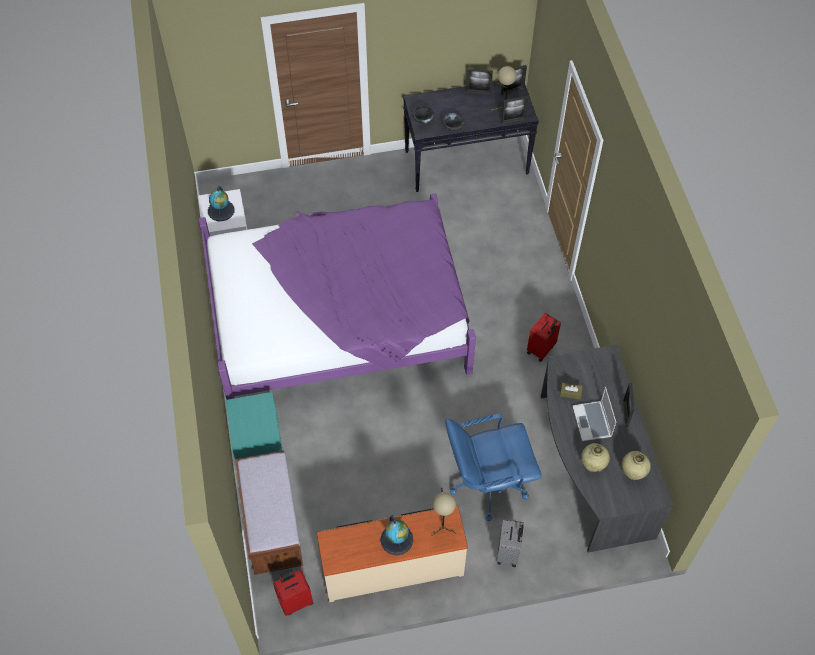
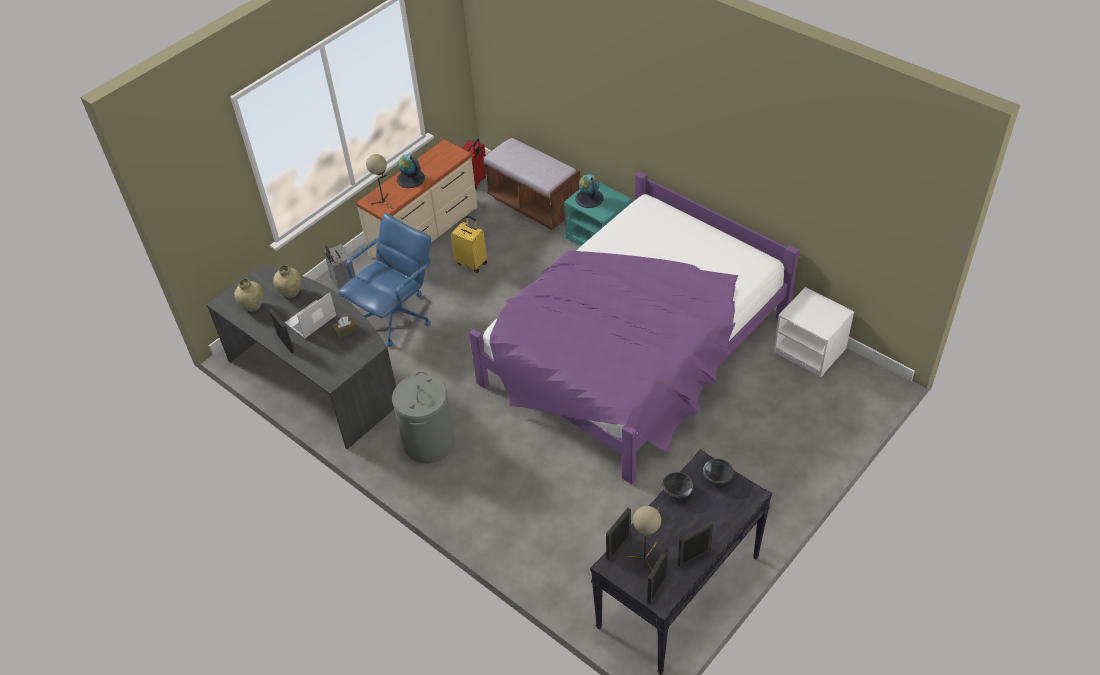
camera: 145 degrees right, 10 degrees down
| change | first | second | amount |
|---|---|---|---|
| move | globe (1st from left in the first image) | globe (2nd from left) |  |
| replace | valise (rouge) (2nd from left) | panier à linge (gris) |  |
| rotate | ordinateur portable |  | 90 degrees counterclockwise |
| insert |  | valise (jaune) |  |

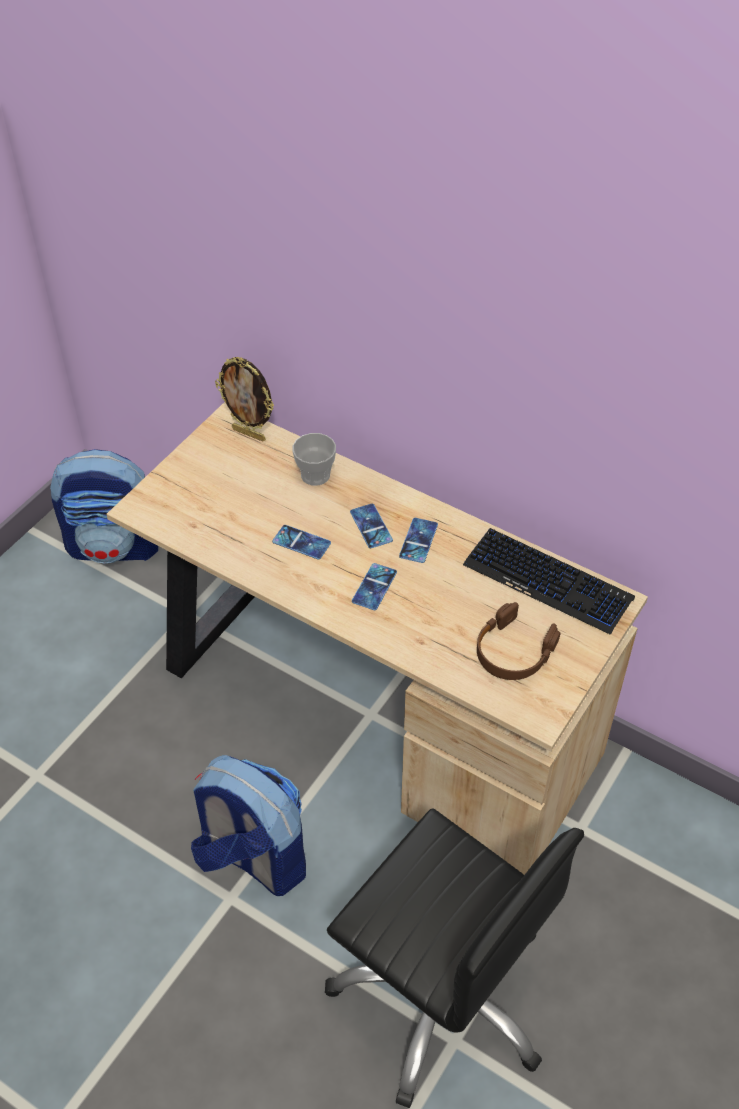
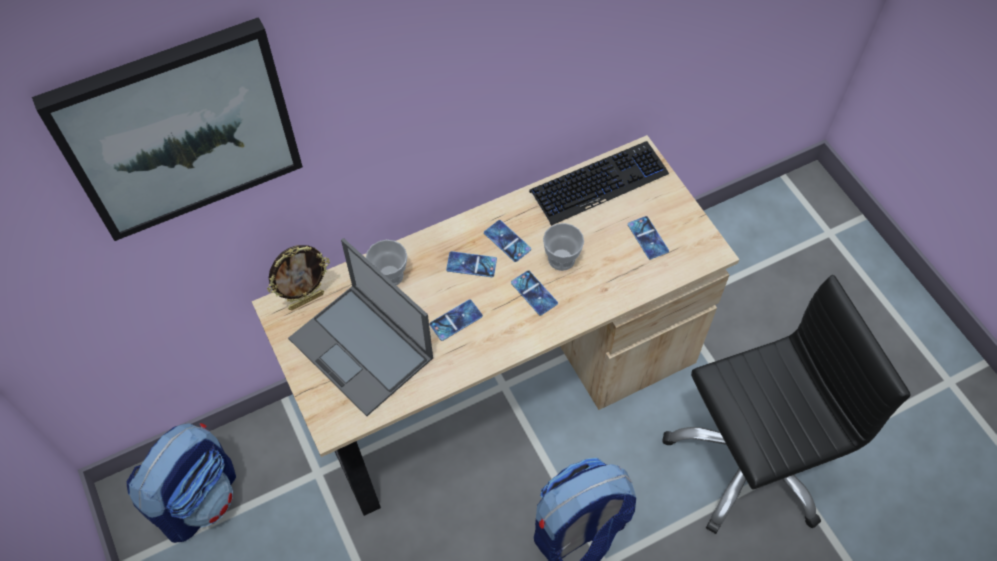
camera: 60 degrees left, 10 degrees up
| change | first | second | amount |
|---|---|---|---|
| replace | casque audio (marron) | téléphone (5th from left) |  |
| insert |  | tableau |  |
| insert |  | ordinateur portable |  |
| insert |  | tasse (2nd from left) |  |

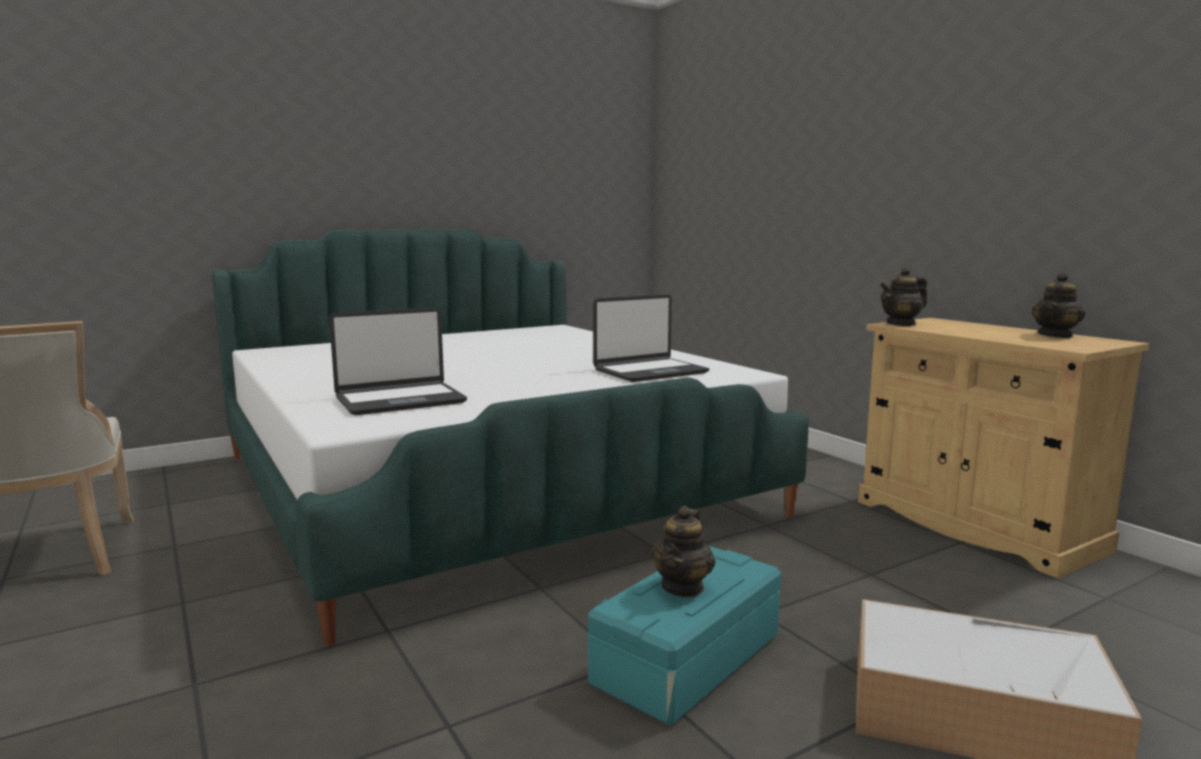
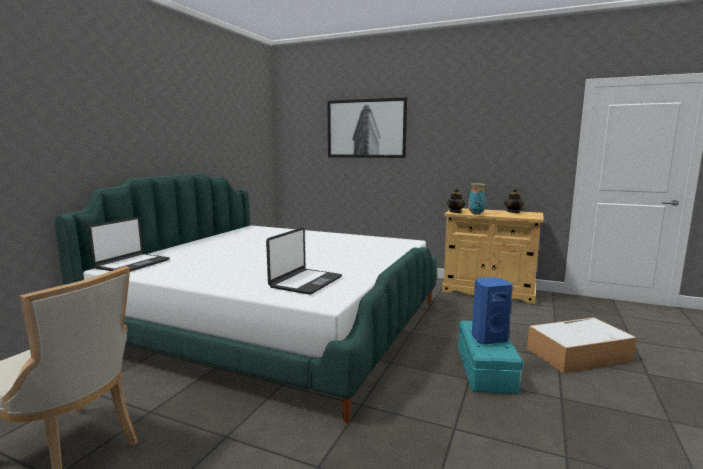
camera: 35 degrees left, 0 degrees up
| change | first | second | amount |
|---|---|---|---|
| move | ordinateur portable (2nd from left in the first image) | ordinateur portable (1st from left) |  |
| replace | théière (1st from left) | enceinte (bleu) |  |
| insert |  | tableau |  |
| insert |  | vase |  |

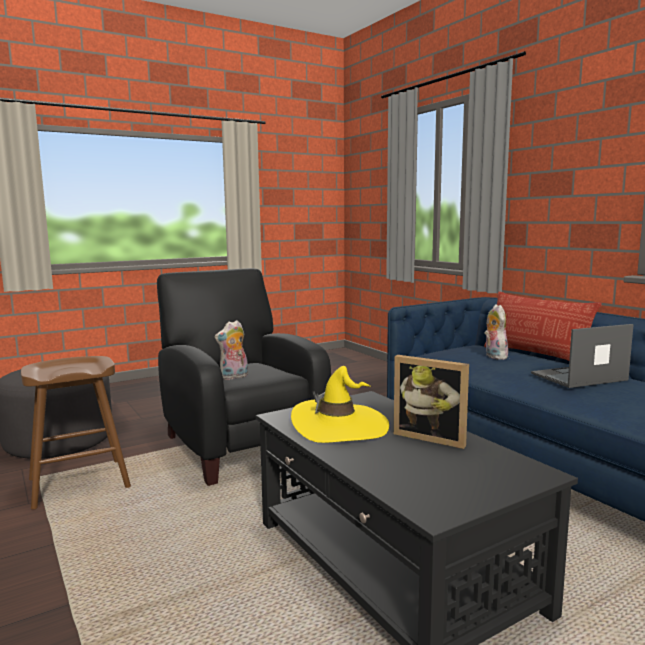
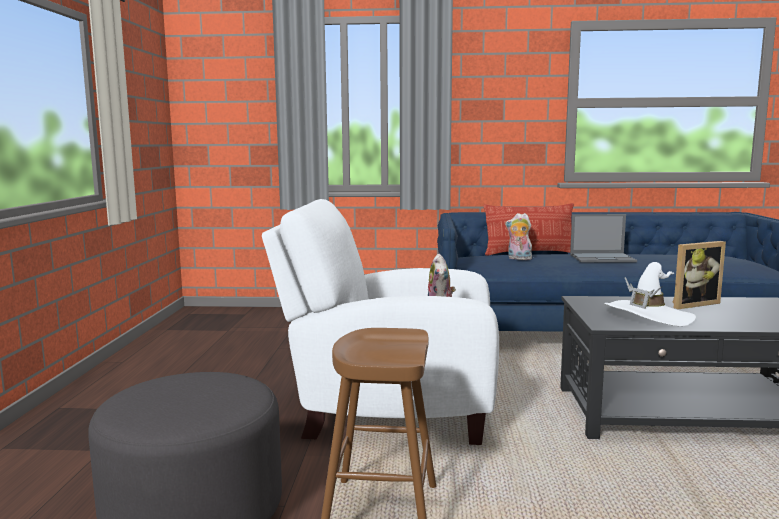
camera: 55 degrees left, 0 degrees up
| change | first | second | amount |
|---|---|---|---|
| recolor | fauteuil (noir) | fauteuil (blanc) |  |
| recolor | chapeau (jaune) | chapeau (blanc) |  |
| rotate | ordinateur portable |  | 105 degrees counterclockwise |

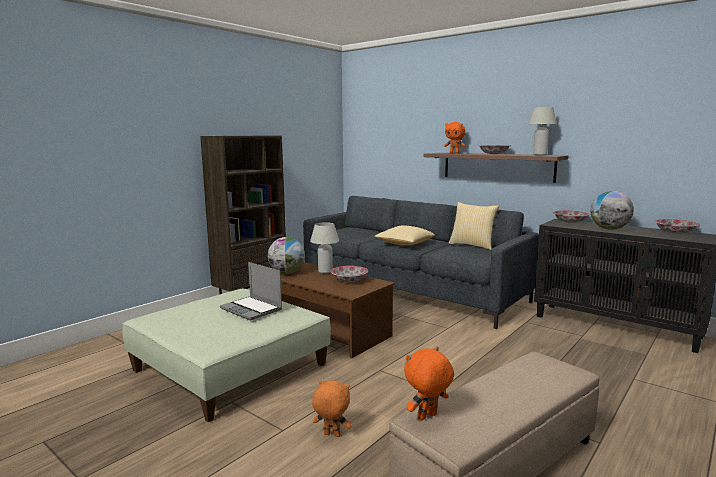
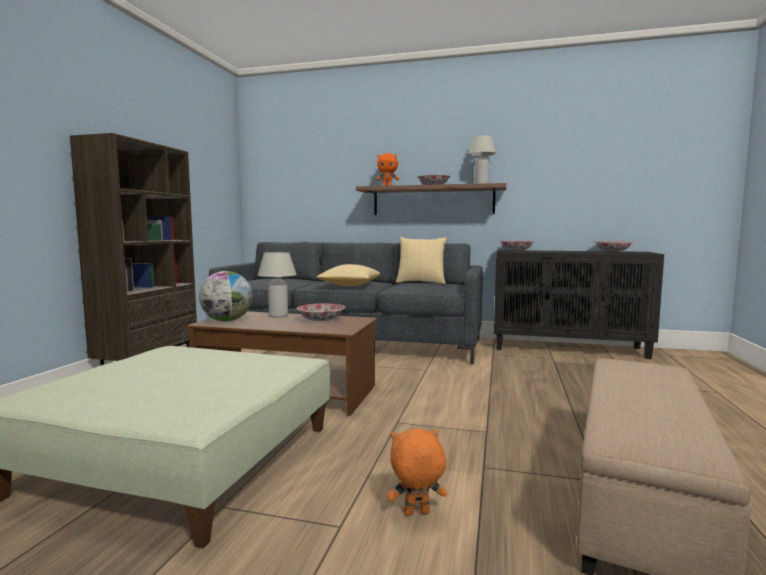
camera: 25 degrees left, 5 degrees down
| change | first | second | amount |
|---|---|---|---|
| delete | ordinateur portable |  |  |
| delete | peluche (orange) (2nd from left) |  |  |
| delete | globe (2nd from left) |  |  |

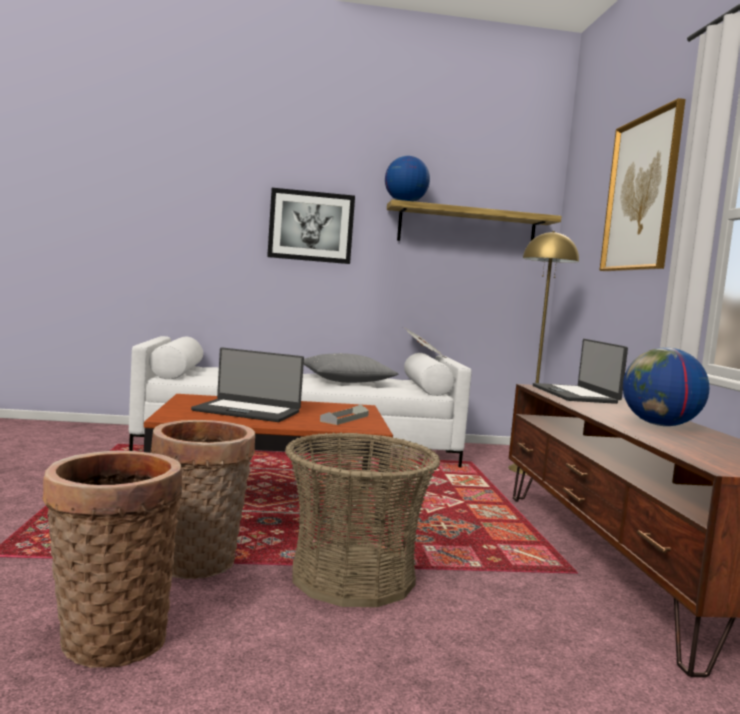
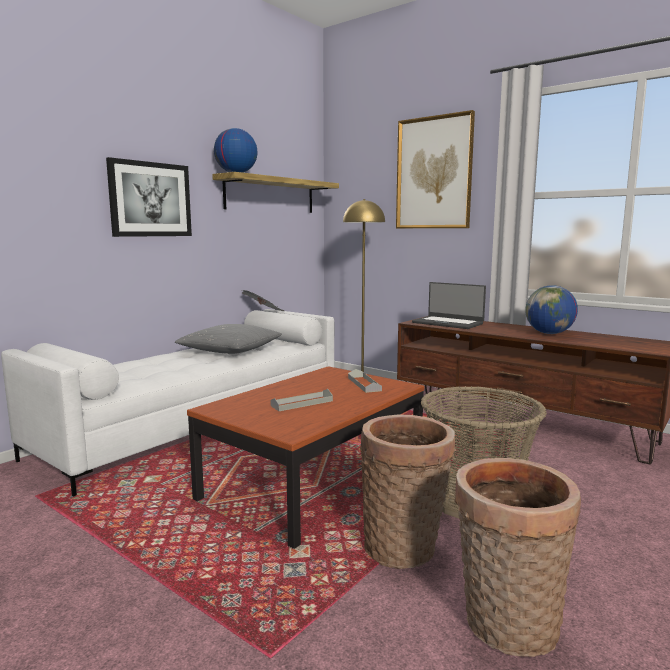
camera: 45 degrees left, 5 degrees up
| change | first | second | amount |
|---|---|---|---|
| replace | ordinateur portable (1st from left) | plateau (gris) (1st from left) |  |

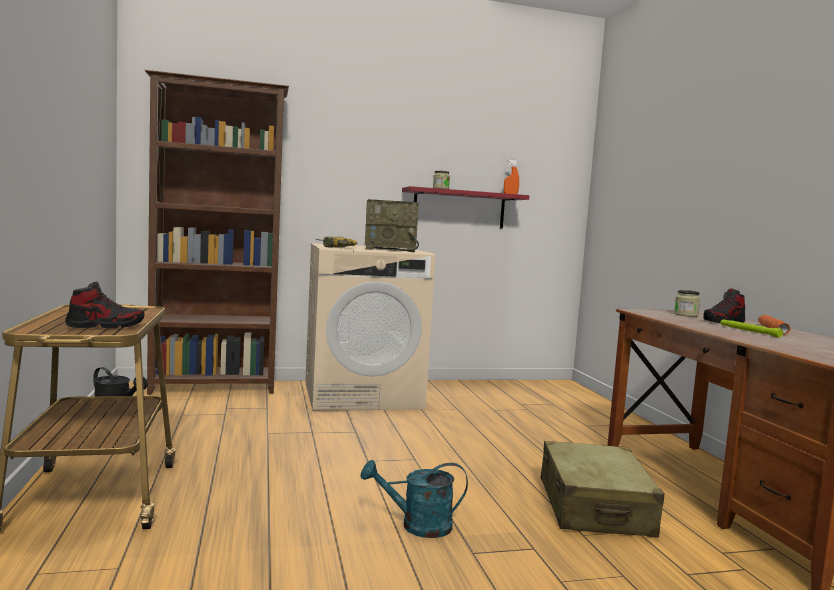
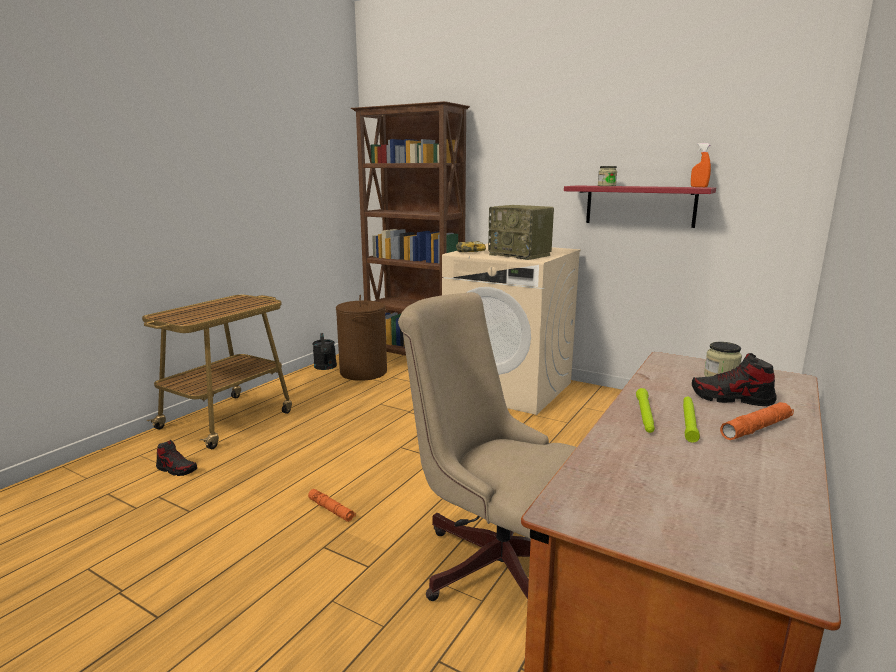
camera: 45 degrees right, 10 degrees up
| change | first | second | amount |
|---|---|---|---|
| move | chaussure (1st from left) |  |  |
| replace | arrosoir (turquoise) | lampe de poche (orange) (1st from left) |  |
| replace | valise (beige) | chaise de bureau (beige) |  |
| insert |  | panier à linge (marron) |  |
| insert |  | lampe de poche (vert) (1st from left) |  |

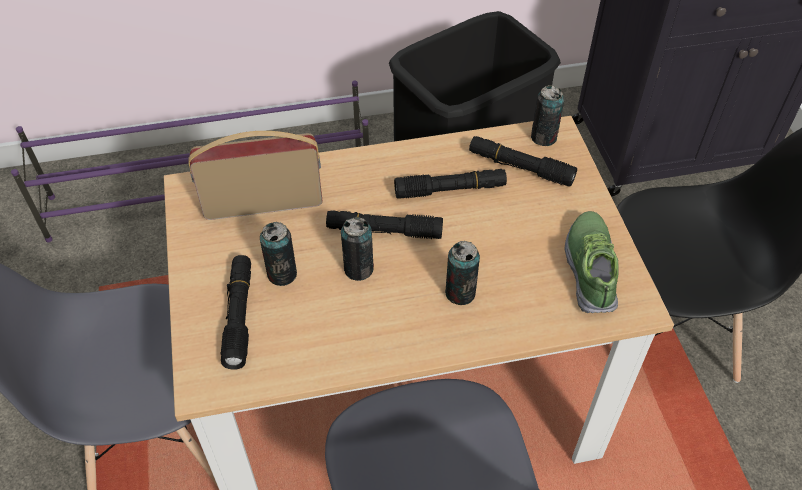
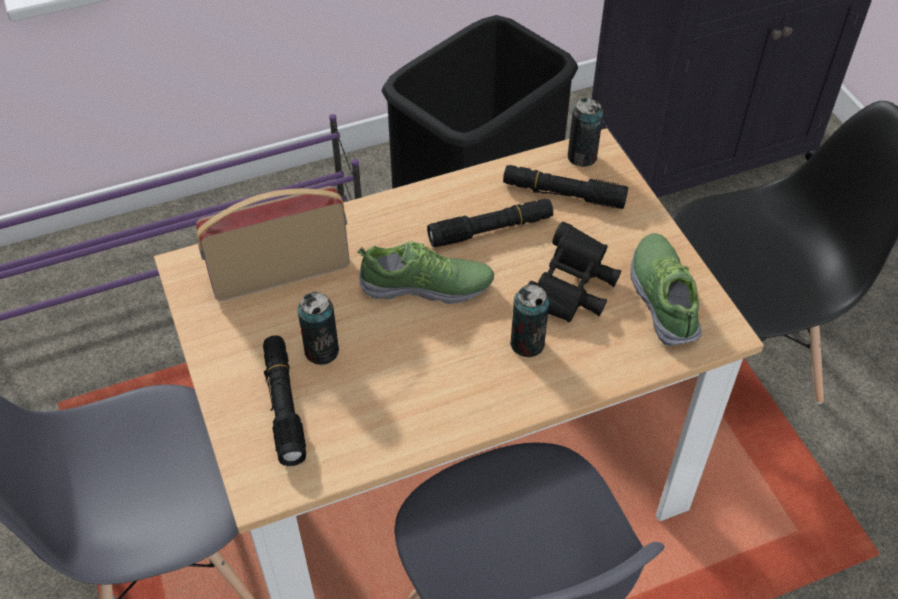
camera: 10 degrees left, 0 degrees up
| change | first | second | amount |
|---|---|---|---|
| replace | lampe de poche (noir) (2nd from left) | chaussure (1st from left) |  |
| delete | boîte métallique (2nd from left) |  |  |
| insert |  | jumelles (noir) |  |

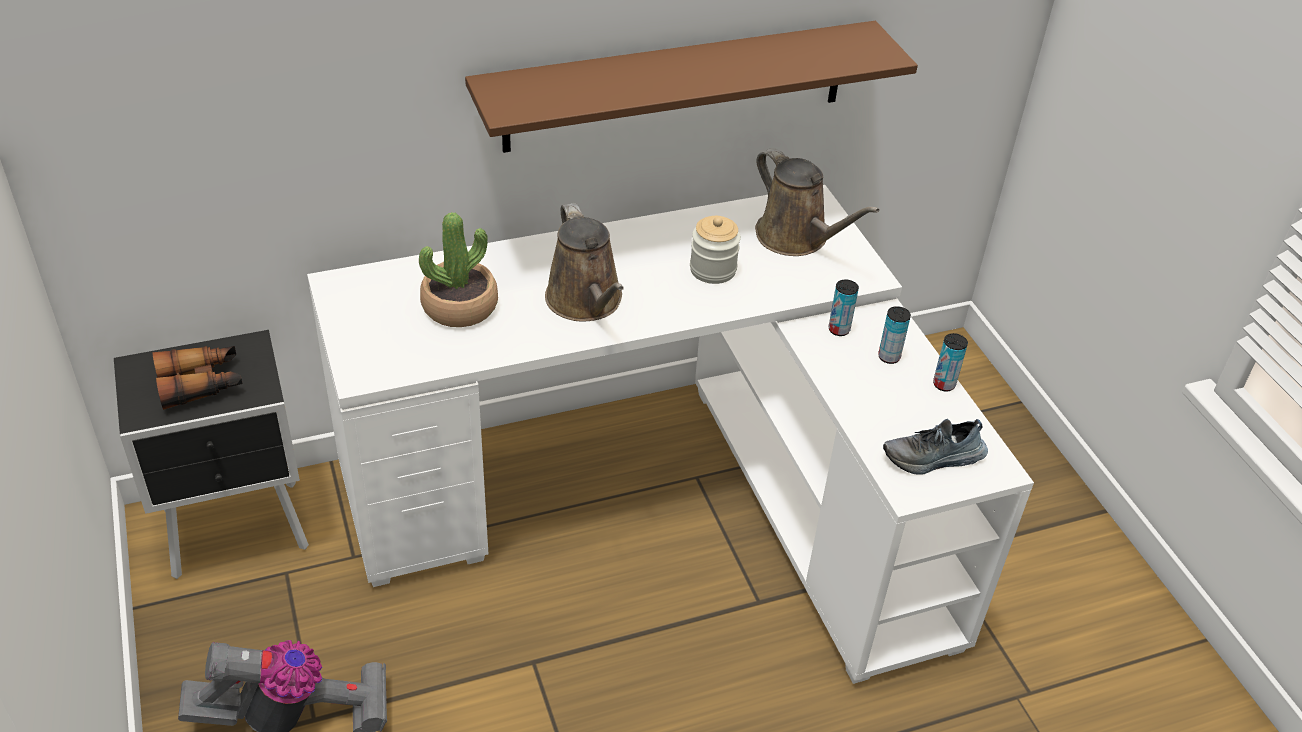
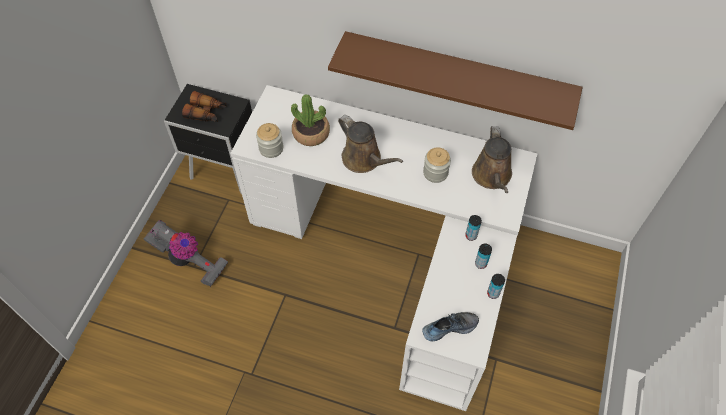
camera: 40 degrees right, 15 degrees up
| change | first | second | amount |
|---|---|---|---|
| rotate | arrosoir (marron) (1st from left) |  | 60 degrees counterclockwise |
| rotate | chaussure |  | 135 degrees clockwise |
| insert |  | bocal (1st from left) |  |

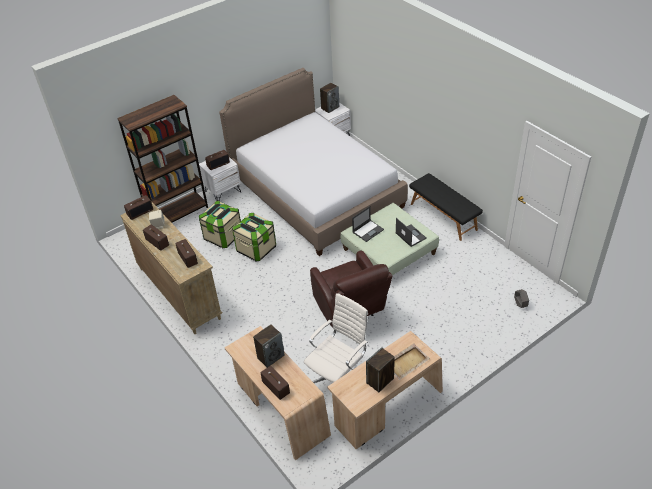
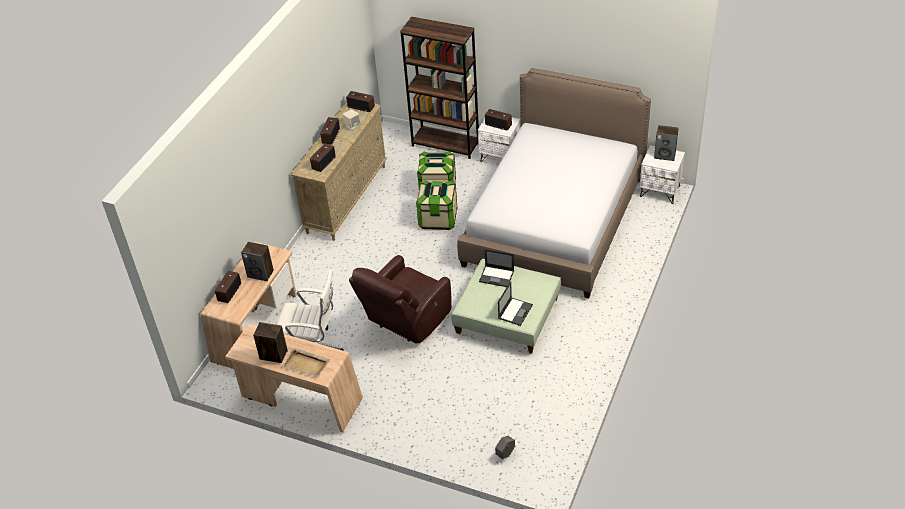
camera: 60 degrees right, 0 degrees up
| change | first | second | amount |
|---|---|---|---|
| delete | banc (noir) |  |  |

